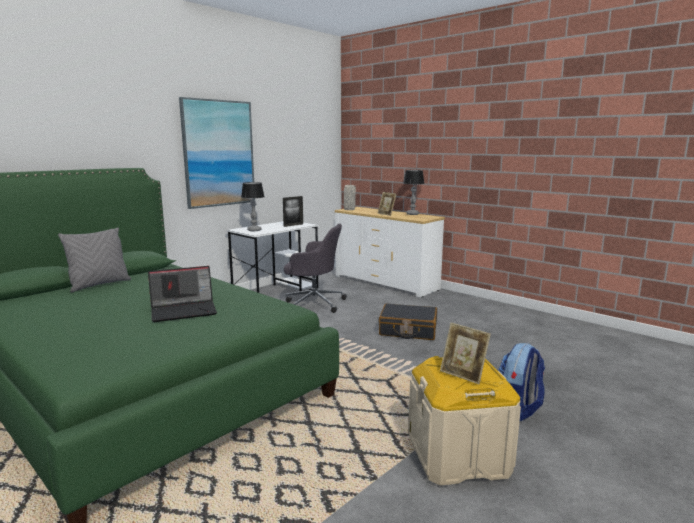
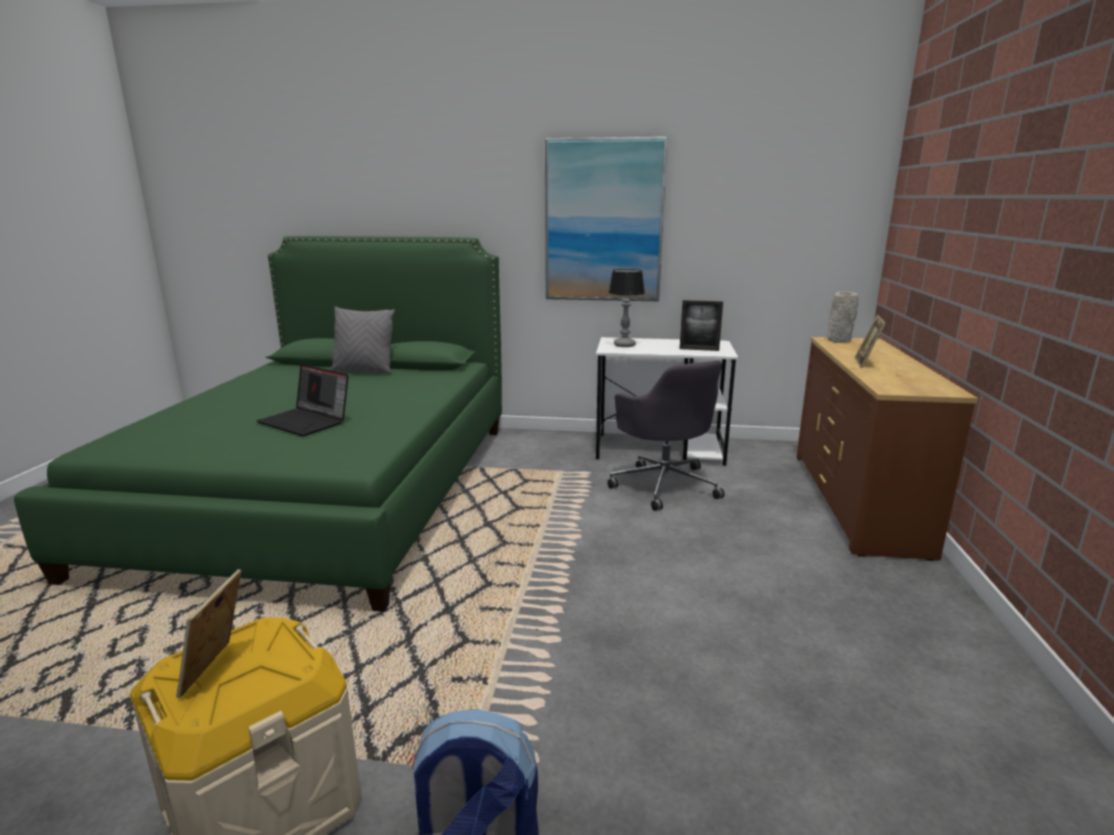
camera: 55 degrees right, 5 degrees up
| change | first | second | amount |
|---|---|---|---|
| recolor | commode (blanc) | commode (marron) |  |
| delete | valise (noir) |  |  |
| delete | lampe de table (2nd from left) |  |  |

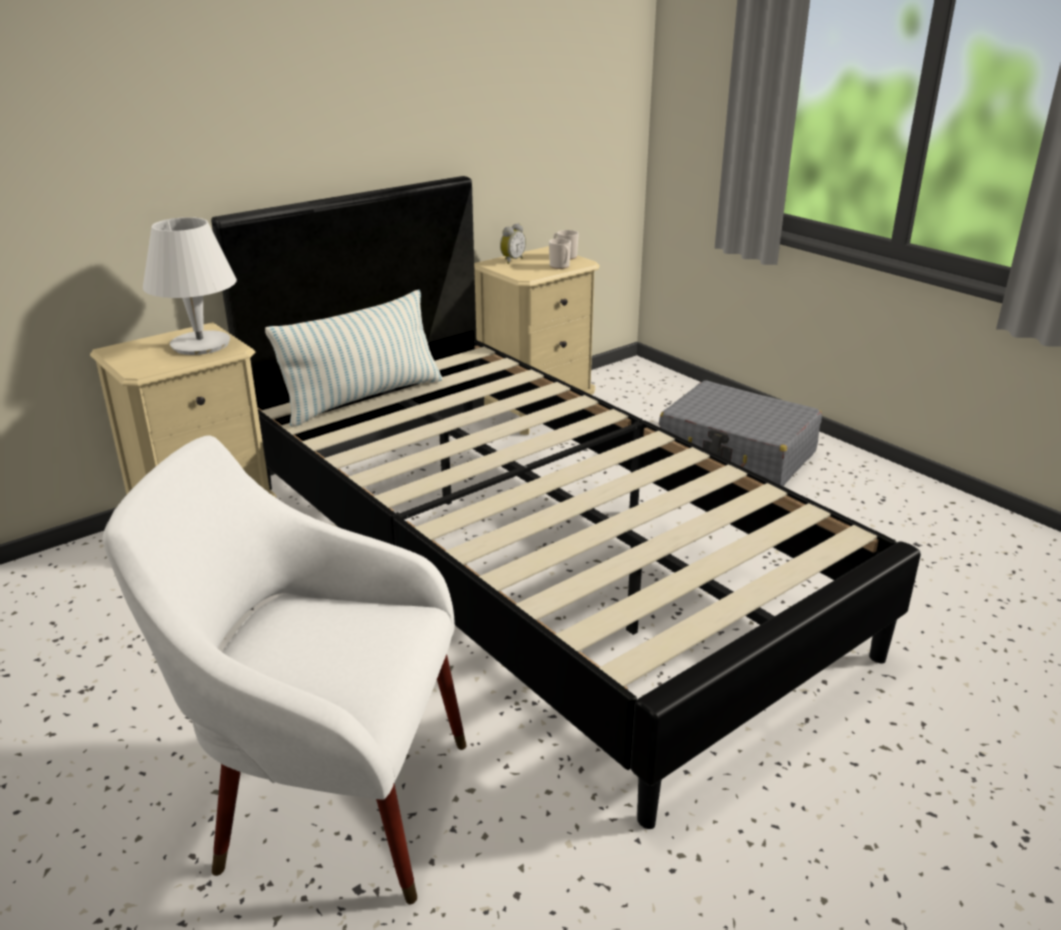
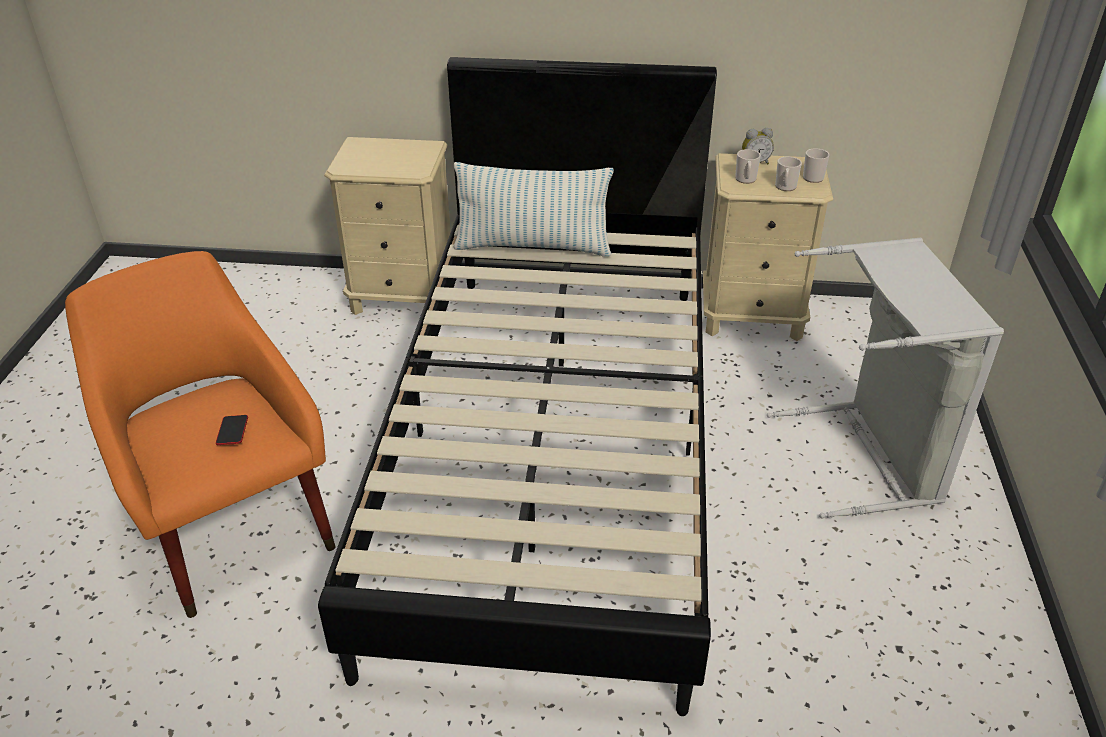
camera: 45 degrees right, 10 degrees up
| change | first | second | amount |
|---|---|---|---|
| recolor | fauteuil (blanc) | fauteuil (orange) |  |
| delete | lampe de table (blanc) |  |  |
| replace | valise (gris) | panier à linge (gris) |  |
| insert |  | téléphone |  |
| insert |  | mug (1st from left) |  |

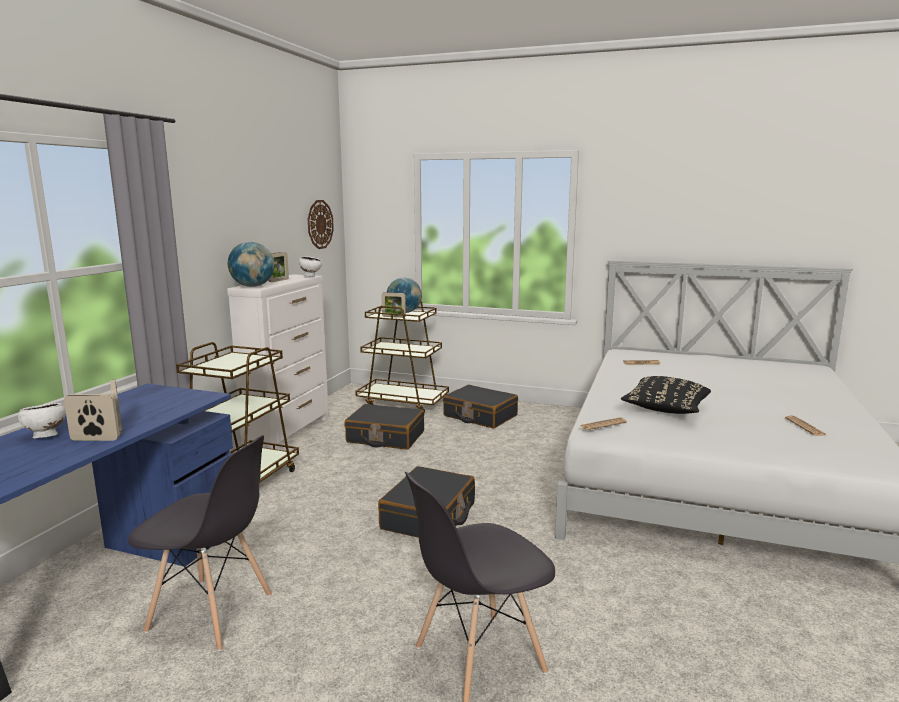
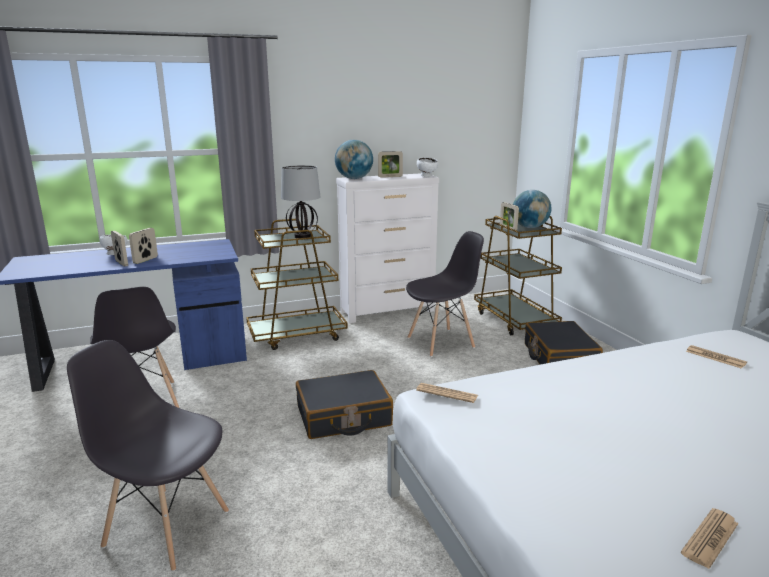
camera: 50 degrees right, 5 degrees up
| change | first | second | amount |
|---|---|---|---|
| delete | horloge murale |  |  |
| replace | valise (noir) (1st from left) | chaise (gris) (3rd from left) |  |
| delete | coussin (noir) |  |  |
| insert |  | lampe de table |  |

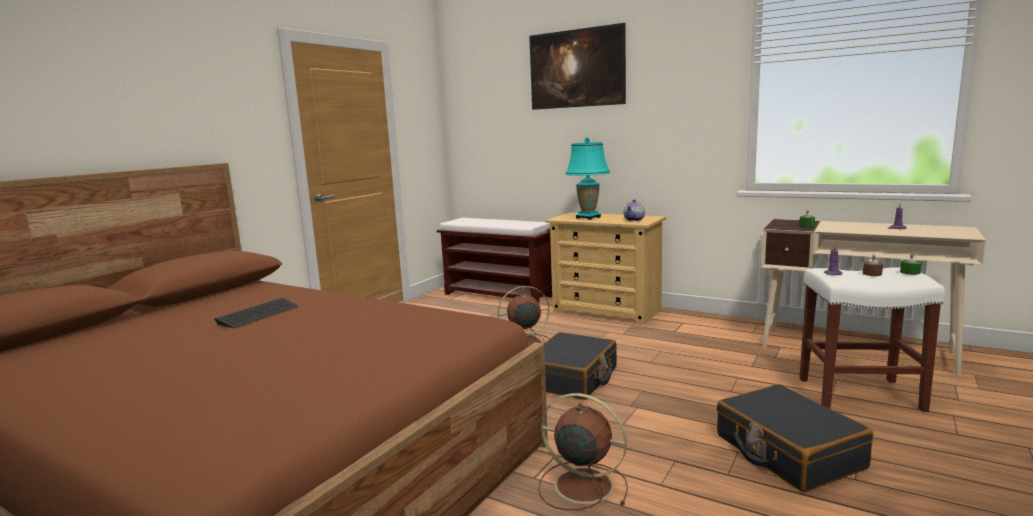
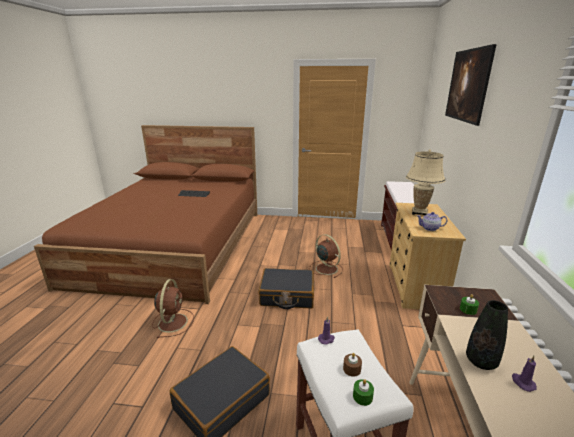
camera: 65 degrees right, 10 degrees up
| change | first | second | amount |
|---|---|---|---|
| recolor | lampe de table (turquoise) | lampe de table (beige) |  |
| insert |  | vase (noir) |  |

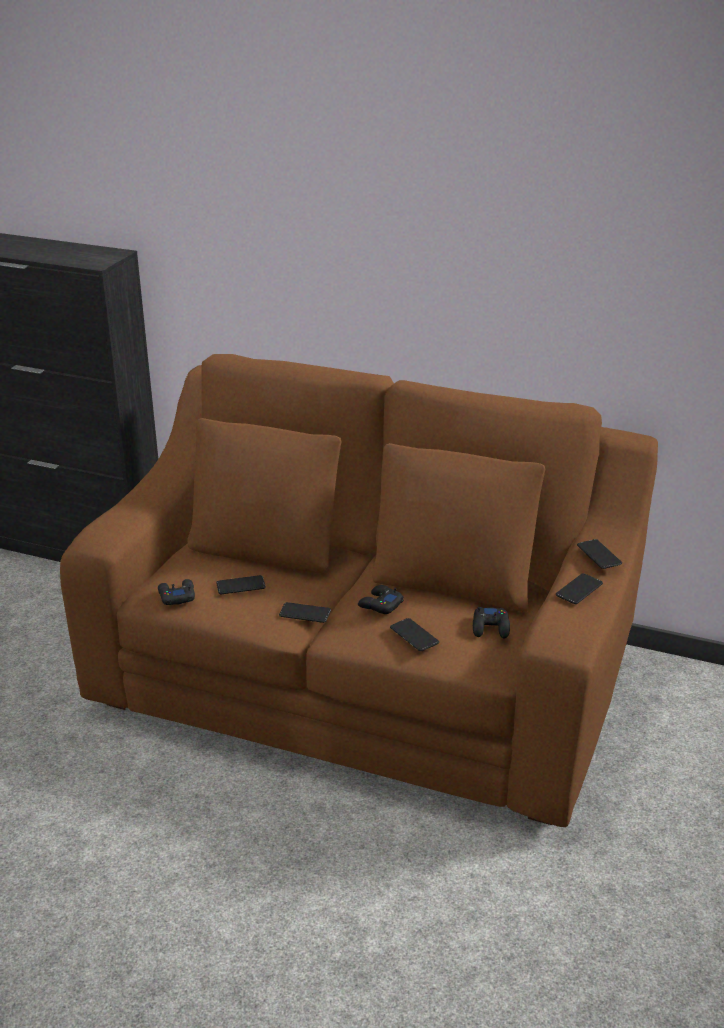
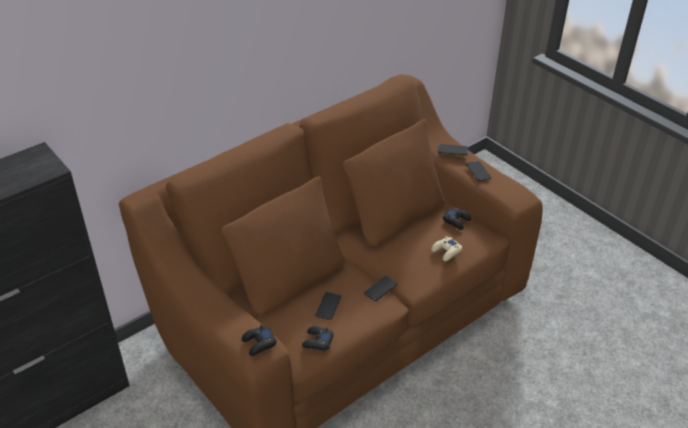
camera: 60 degrees left, 10 degrees up
| change | first | second | amount |
|---|---|---|---|
| move | manette (noir) (2nd from left in the first image) | manette (noir) (1st from left) |  |
| replace | téléphone (3rd from left) | manette (beige) |  |

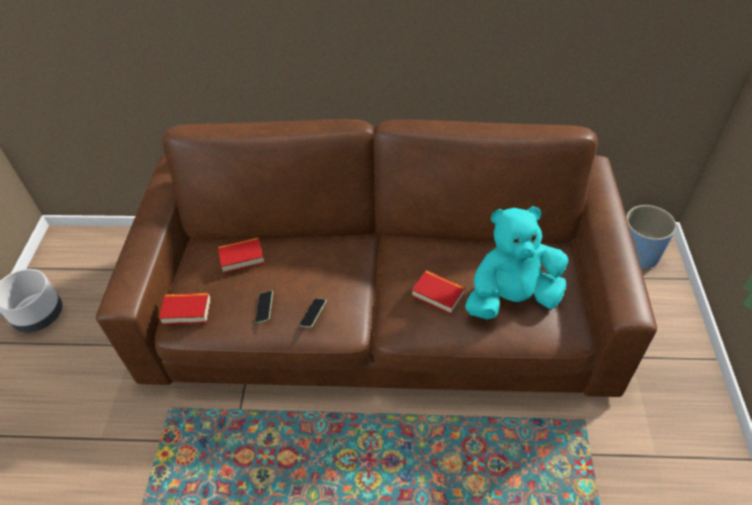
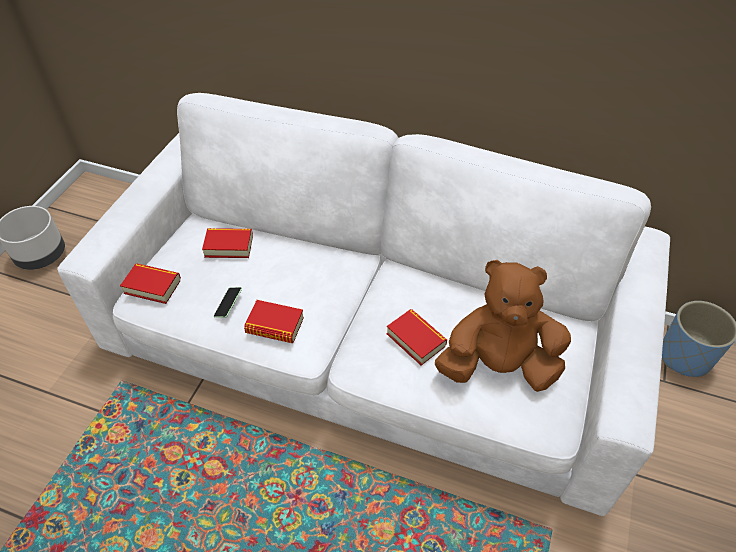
camera: 15 degrees right, 0 degrees up
| change | first | second | amount |
|---|---|---|---|
| recolor | canapé (marron) | canapé (blanc) |  |
| replace | téléphone (2nd from left) | livre (3rd from left) |  |
| recolor | peluche (turquoise) | peluche (marron) |  |

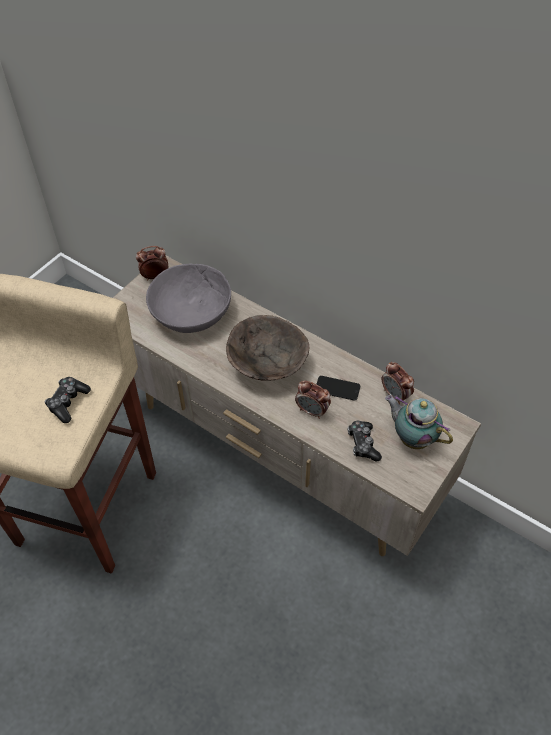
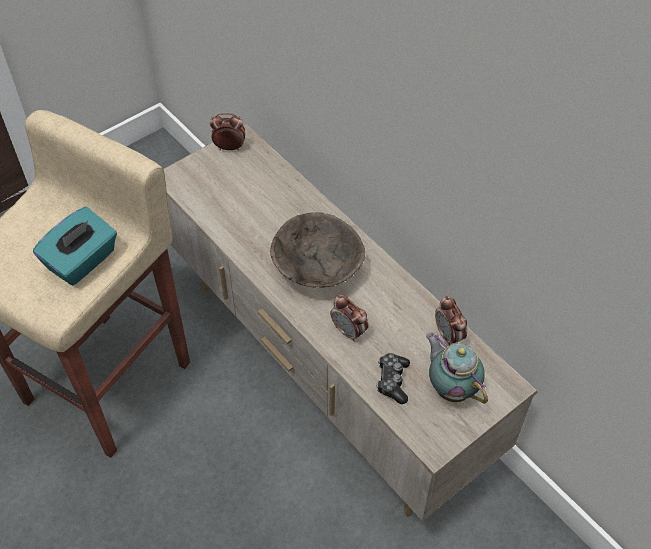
camera: 15 degrees right, 0 degrees up
| change | first | second | amount |
|---|---|---|---|
| replace | manette (1st from left) | boîte à mouchoirs (turquoise) |  |
| delete | bol (gris) |  |  |
| delete | téléphone |  |  |

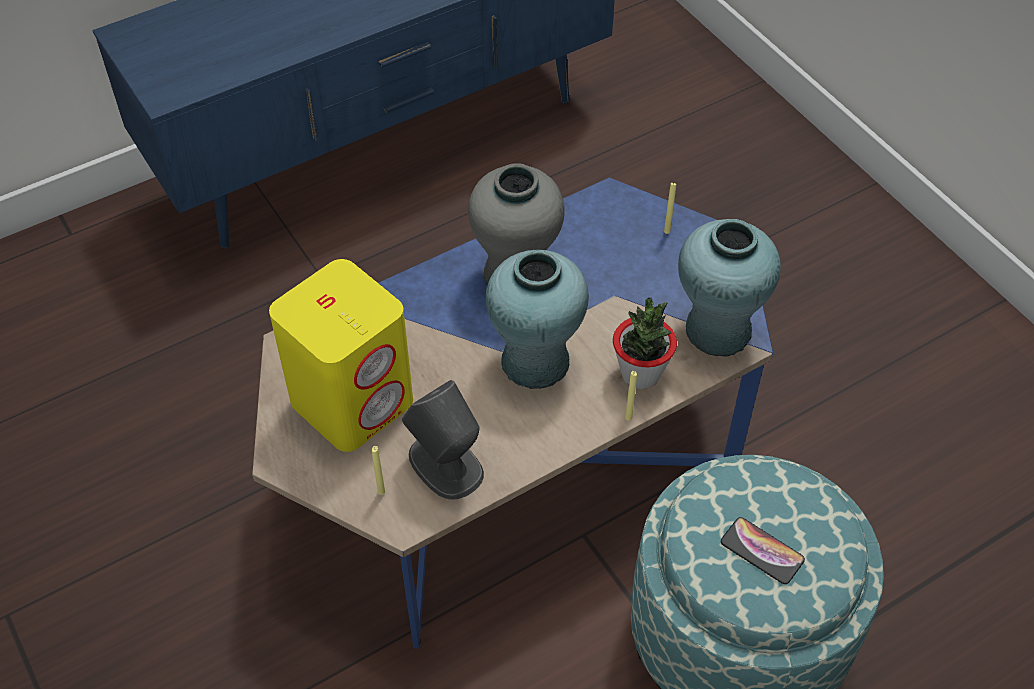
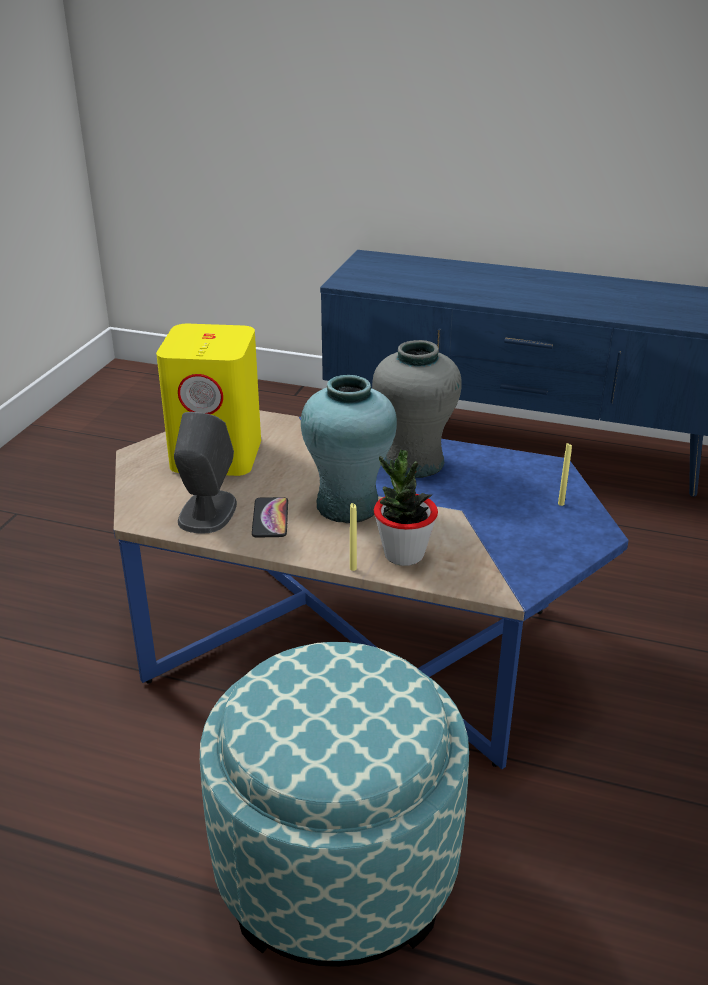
camera: 50 degrees right, 20 degrees down
| change | first | second | amount |
|---|---|---|---|
| delete | bougie (jaune) (1st from left) |  |  |
| delete | vase (turquoise) (2nd from left) |  |  |
| move | téléphone |  |  |

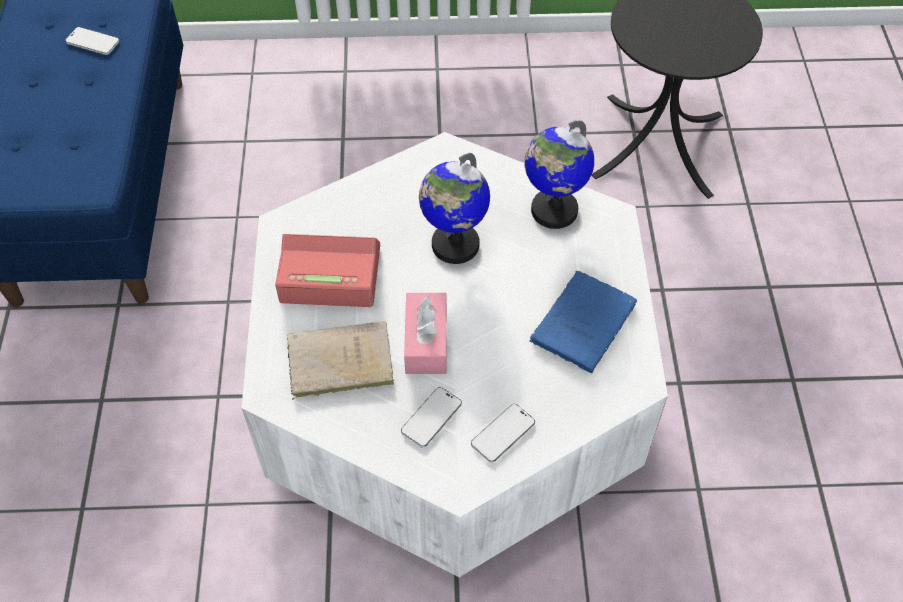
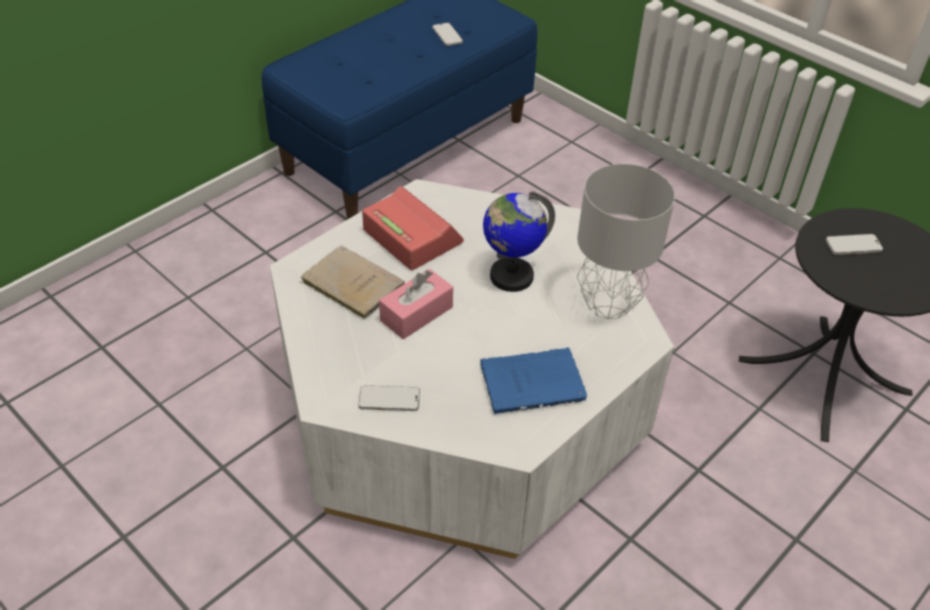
camera: 45 degrees right, 10 degrees down
| change | first | second | amount |
|---|---|---|---|
| move | téléphone (2nd from left in the first image) | téléphone (3rd from left) |  |
| replace | globe (2nd from left) | lampe de table (gris) |  |

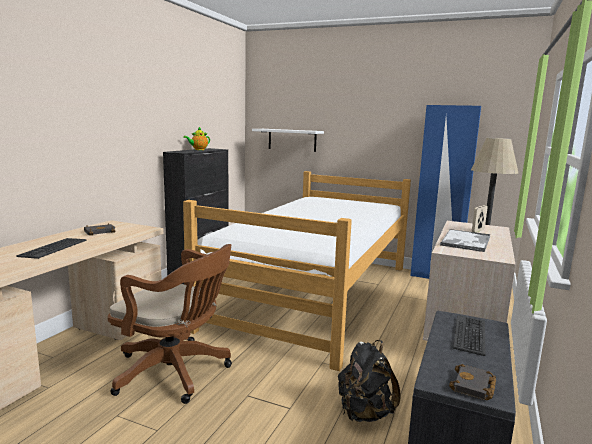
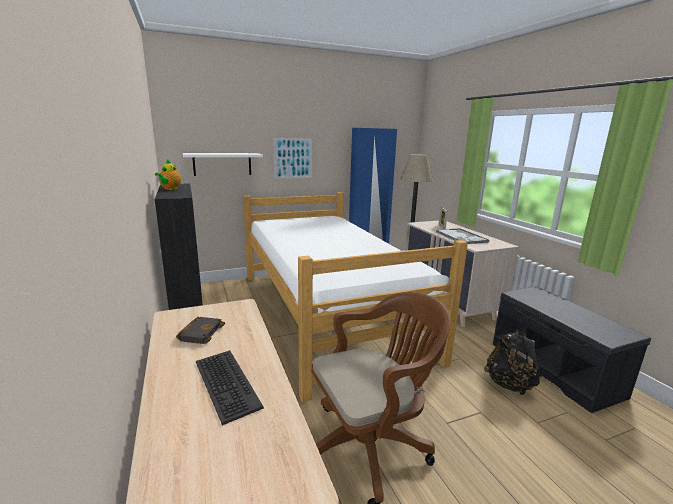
camera: 45 degrees left, 5 degrees up
| change | first | second | amount |
|---|---|---|---|
| delete | livre (noir) (2nd from left) |  |  |
| delete | clavier (2nd from left) |  |  |
| insert |  | tableau |  |

